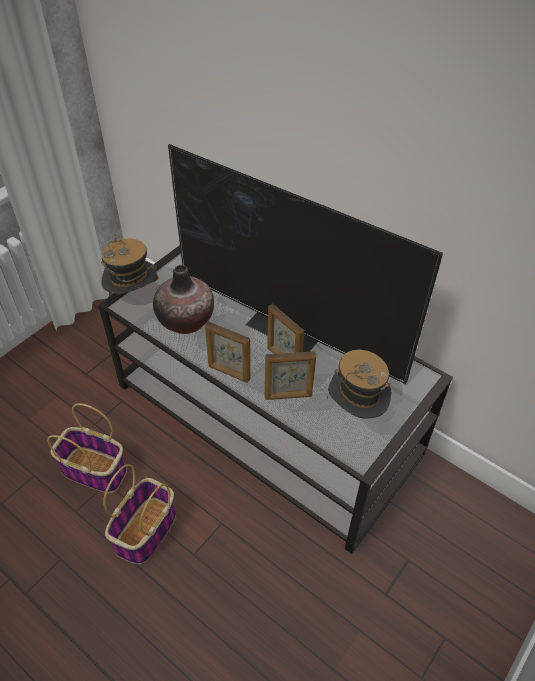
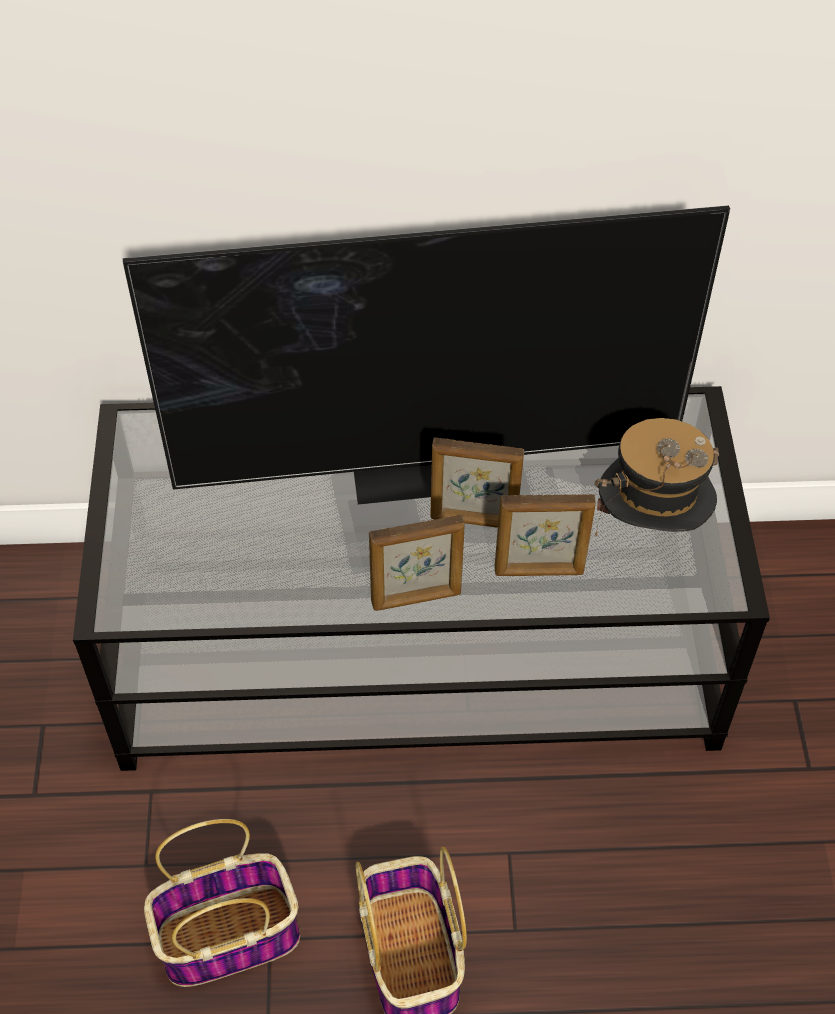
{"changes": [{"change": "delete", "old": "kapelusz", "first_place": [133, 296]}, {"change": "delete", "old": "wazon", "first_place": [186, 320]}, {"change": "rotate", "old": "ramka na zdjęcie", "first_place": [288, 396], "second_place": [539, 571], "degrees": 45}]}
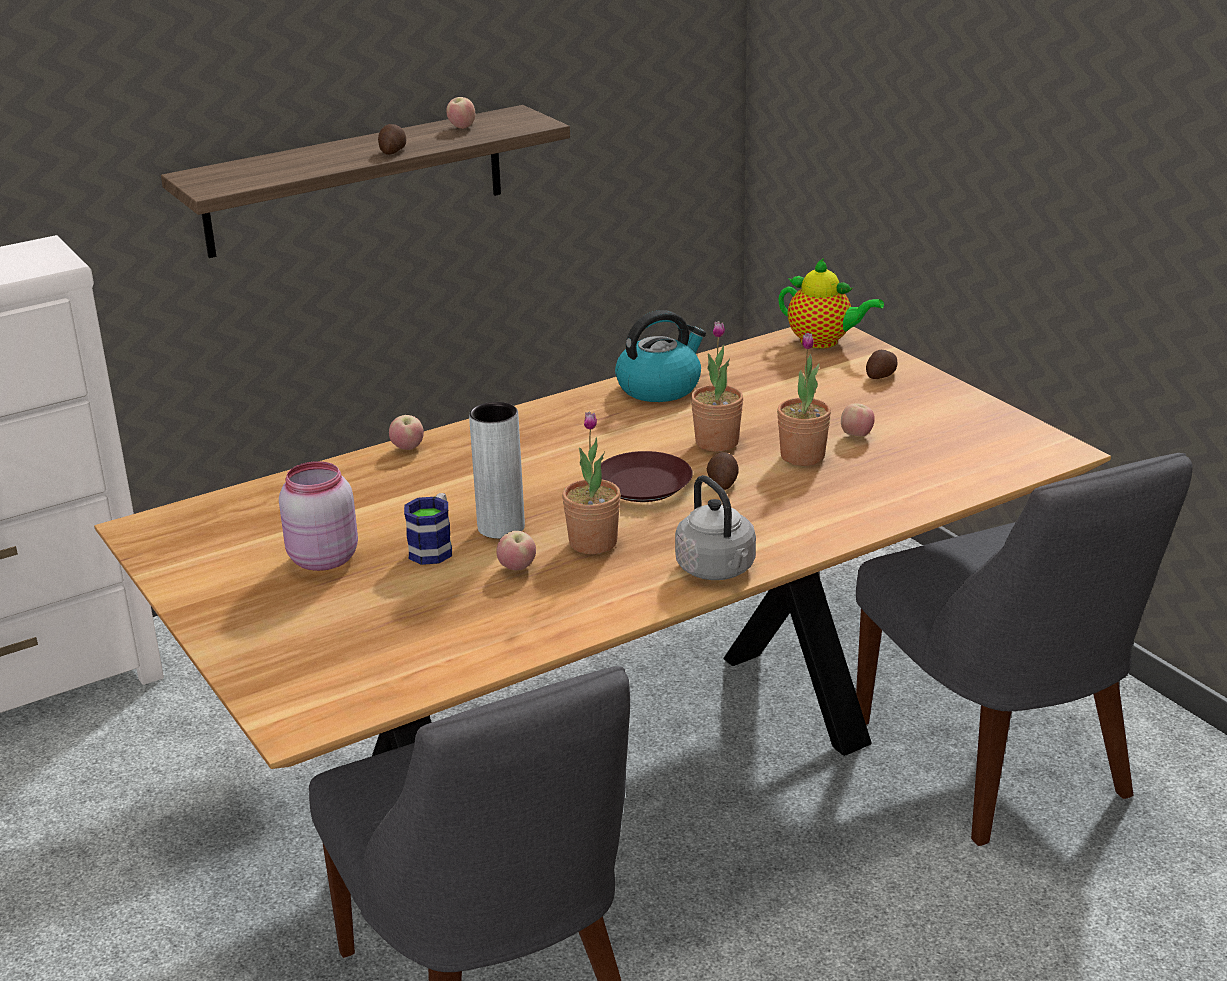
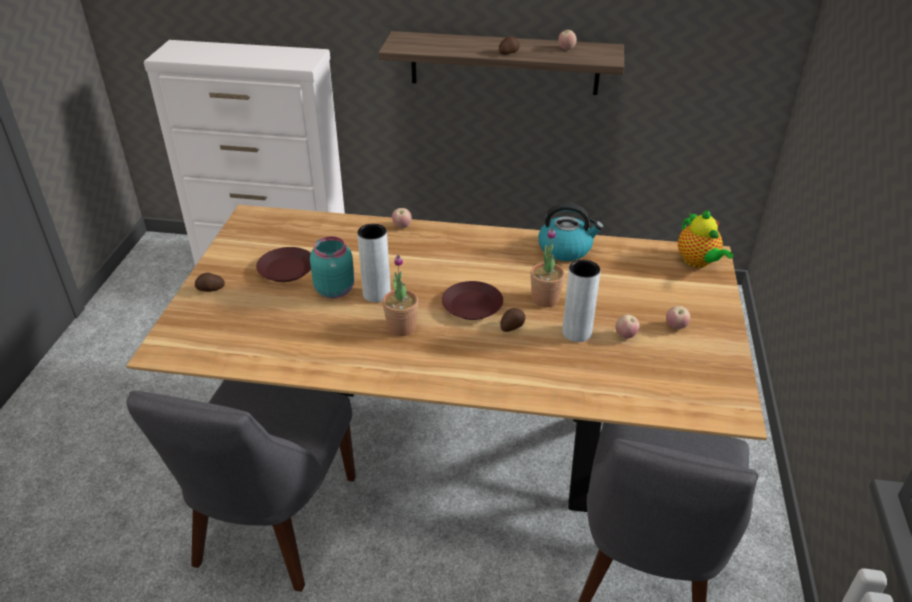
{"changes": [{"change": "replace", "old": "roślina doniczkowa", "new": "wazon [szary]", "first_place": [802, 456], "second_place": [576, 333]}, {"change": "move", "old": "ziemniak", "first_place": [882, 376], "second_place": [210, 289]}, {"change": "replace", "old": "słoik [różowy]", "new": "talerz [brązowy]", "first_place": [321, 559], "second_place": [286, 269]}, {"change": "delete", "old": "czajnik [szary]", "first_place": [718, 570]}, {"change": "replace", "old": "kubek", "new": "słoik [turkusowy]", "first_place": [434, 547], "second_place": [335, 289]}, {"change": "move", "old": "jabłko", "first_place": [517, 568], "second_place": [676, 326]}]}
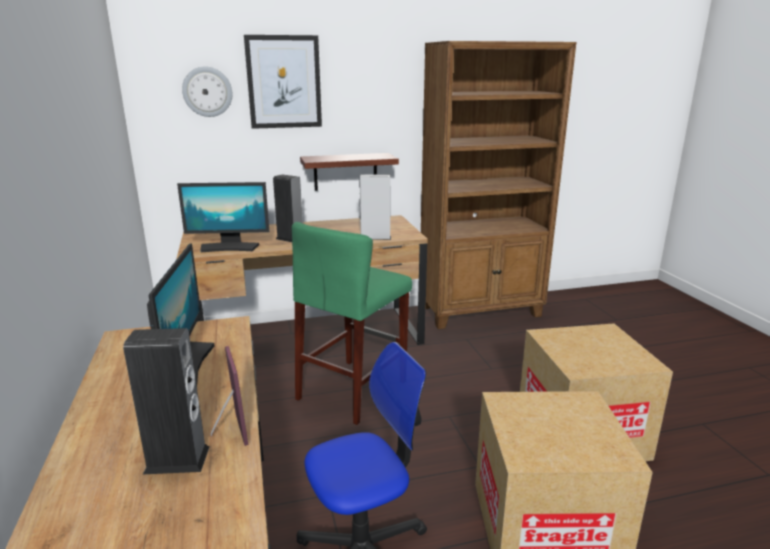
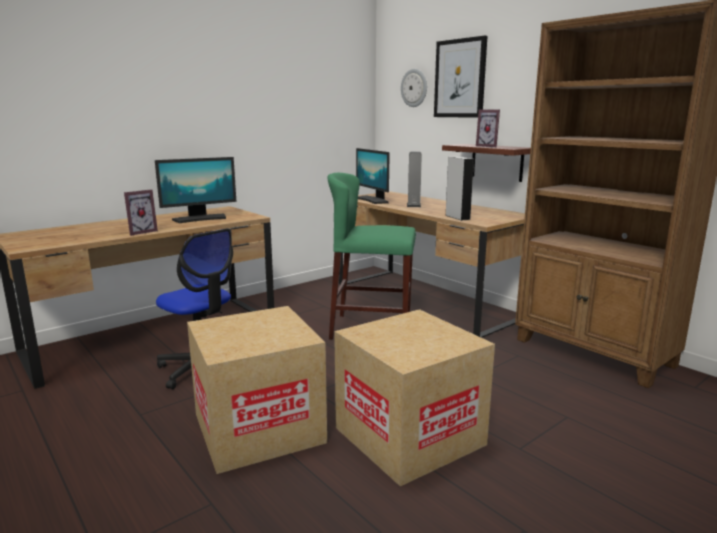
{"changes": [{"change": "delete", "old": "głośnik", "first_place": [177, 460]}, {"change": "insert", "new": "ramka na zdjęcie", "second_place": [489, 146]}]}
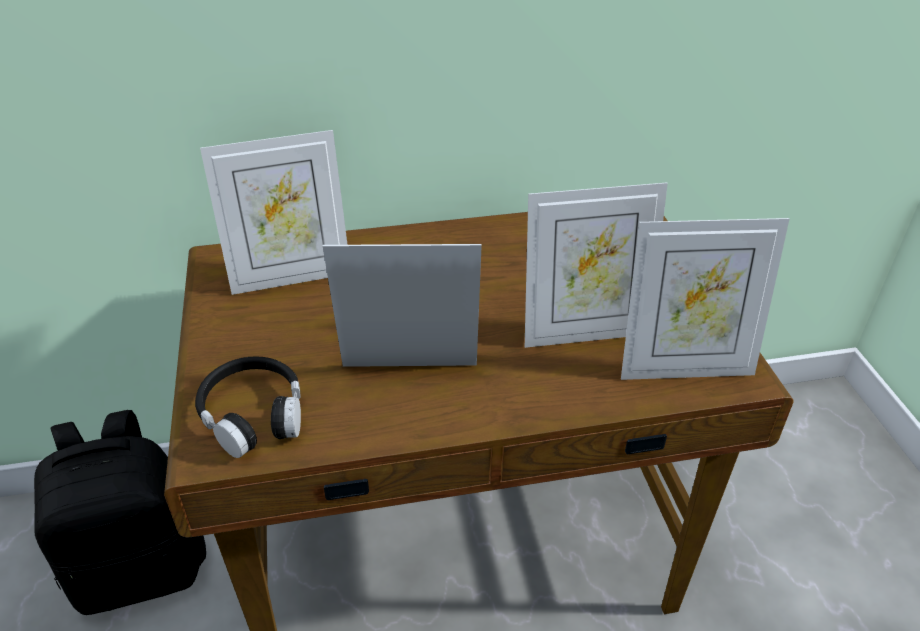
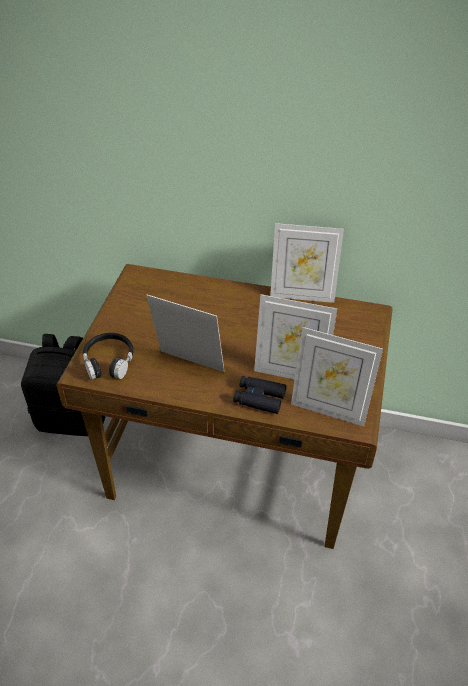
{"changes": [{"change": "move", "old": "ramka na zdjęcie", "first_place": [290, 276], "second_place": [302, 295]}, {"change": "insert", "new": "lornetka [czarny]", "second_place": [259, 398]}]}
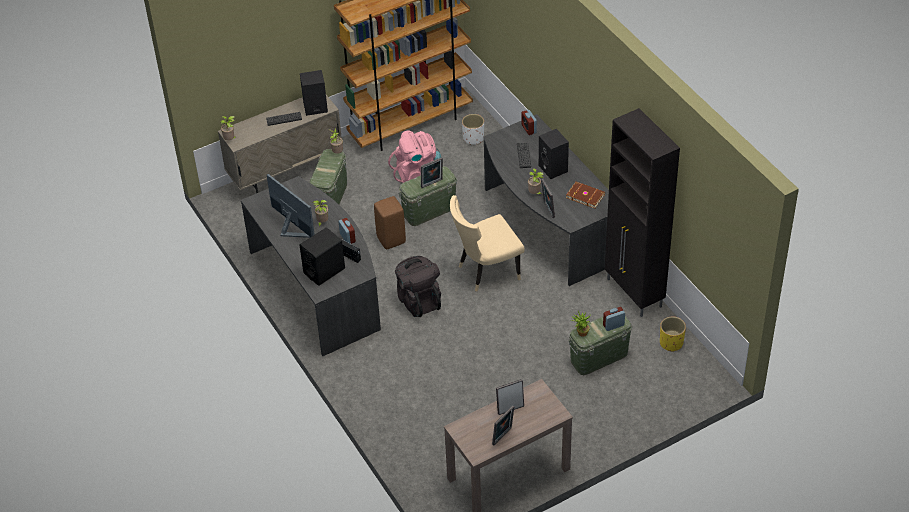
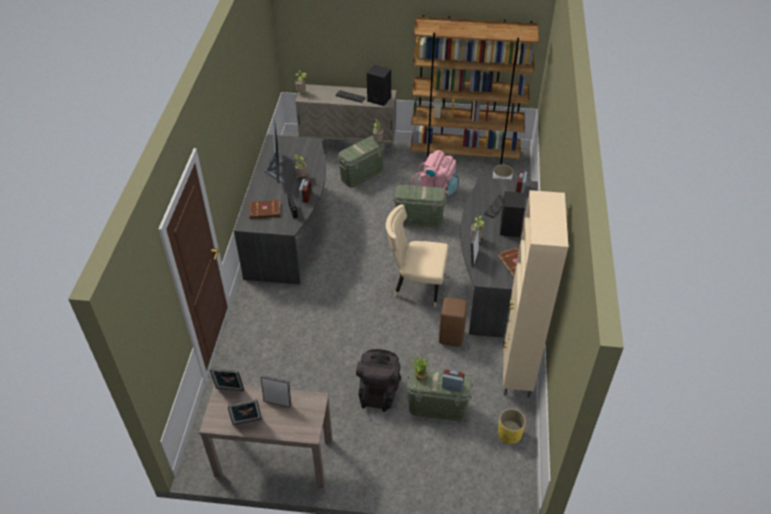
{"changes": [{"change": "recolor", "old": "szafka [czarny]", "new": "szafka [beżowy]", "first_place": [634, 293], "second_place": [516, 372]}, {"change": "move", "old": "ramka na zdjęcie", "first_place": [432, 184], "second_place": [229, 390]}, {"change": "move", "old": "stołek [brązowy]", "first_place": [391, 240], "second_place": [451, 338]}, {"change": "replace", "old": "głośnik [czarny]", "new": "książka [brązowy]", "first_place": [324, 271], "second_place": [265, 211]}, {"change": "move", "old": "plecak [czarny]", "first_place": [418, 300], "second_place": [379, 391]}]}
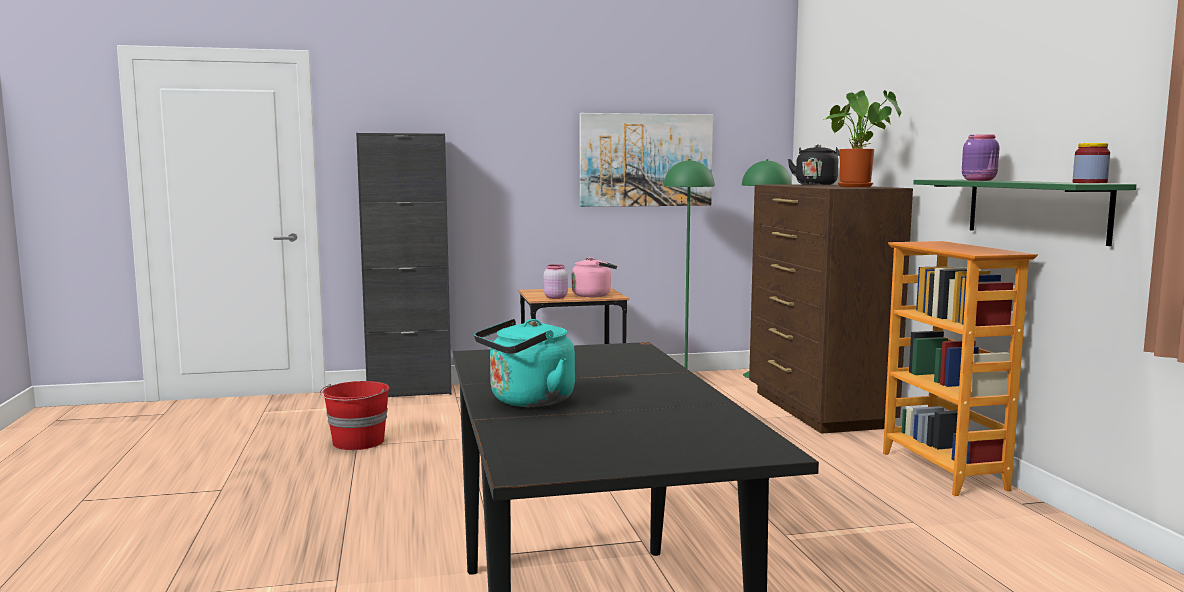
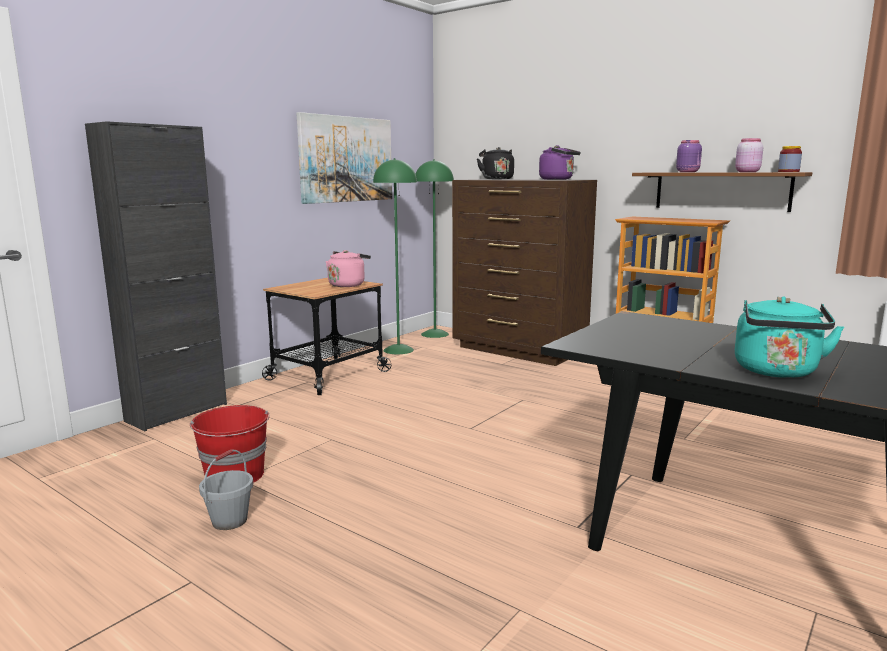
{"changes": [{"change": "replace", "old": "roślina doniczkowa", "new": "czajnik [fioletowy]", "first_place": [858, 187], "second_place": [558, 179]}, {"change": "recolor", "old": "półka [zielony]", "new": "półka [brązowy]", "first_place": [1035, 209], "second_place": [721, 191]}, {"change": "move", "old": "słoik [różowy]", "first_place": [555, 297], "second_place": [746, 172]}, {"change": "insert", "new": "wiadro [szary]", "second_place": [229, 520]}]}
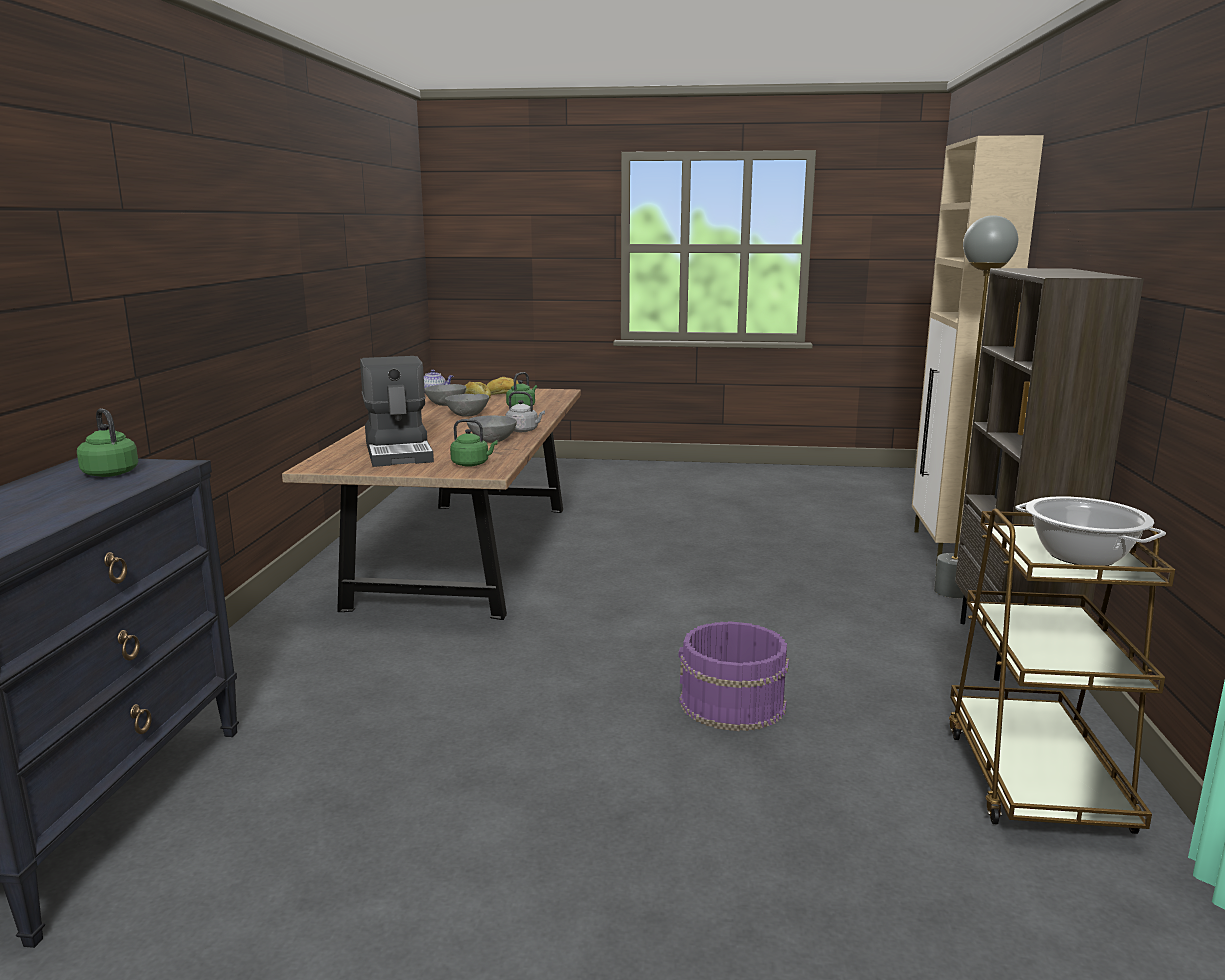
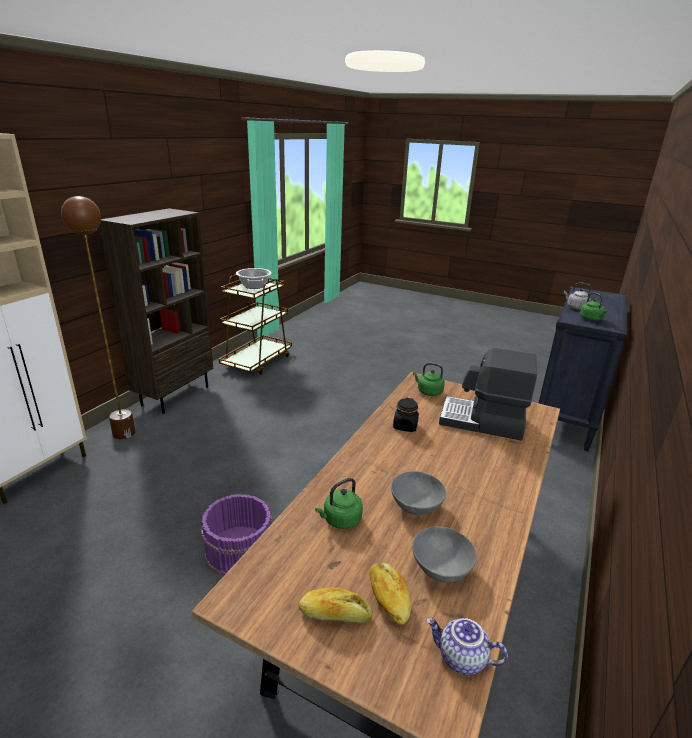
{"changes": [{"change": "recolor", "old": "lampa stojąca [szary]", "new": "lampa stojąca [brązowy]", "first_place": [951, 592], "second_place": [124, 433]}, {"change": "rotate", "old": "ekspres do kawy", "first_place": [400, 452], "second_place": [482, 421], "degrees": -75}, {"change": "move", "old": "czajnik [szary]", "first_place": [523, 430], "second_place": [575, 307]}, {"change": "replace", "old": "miska [szary]", "new": "słoik [czarny]", "first_place": [492, 440], "second_place": [405, 426]}, {"change": "move", "old": "wiadro [fioletowy]", "first_place": [732, 704], "second_place": [240, 549]}]}
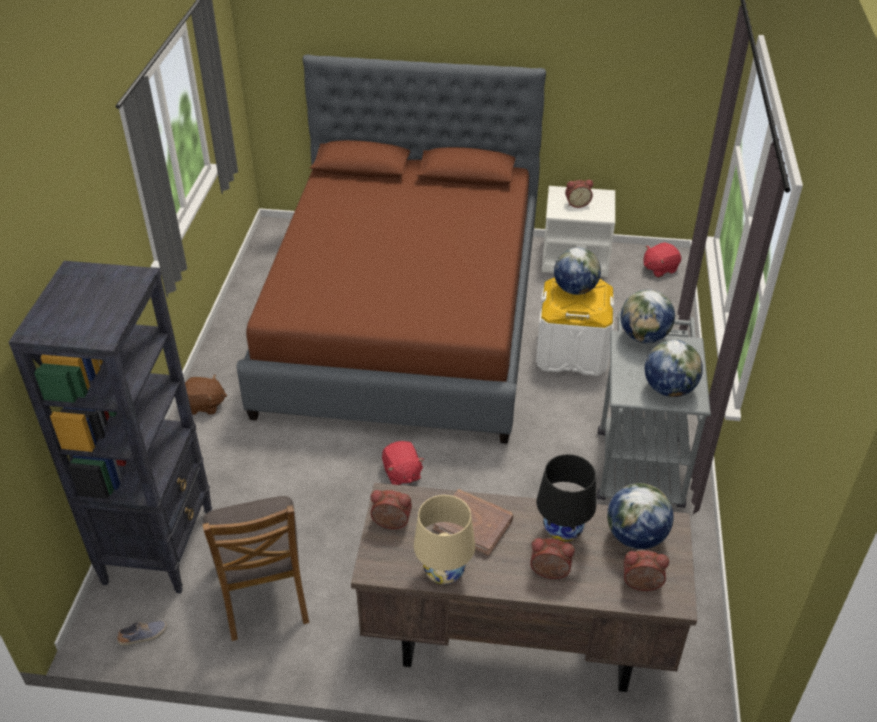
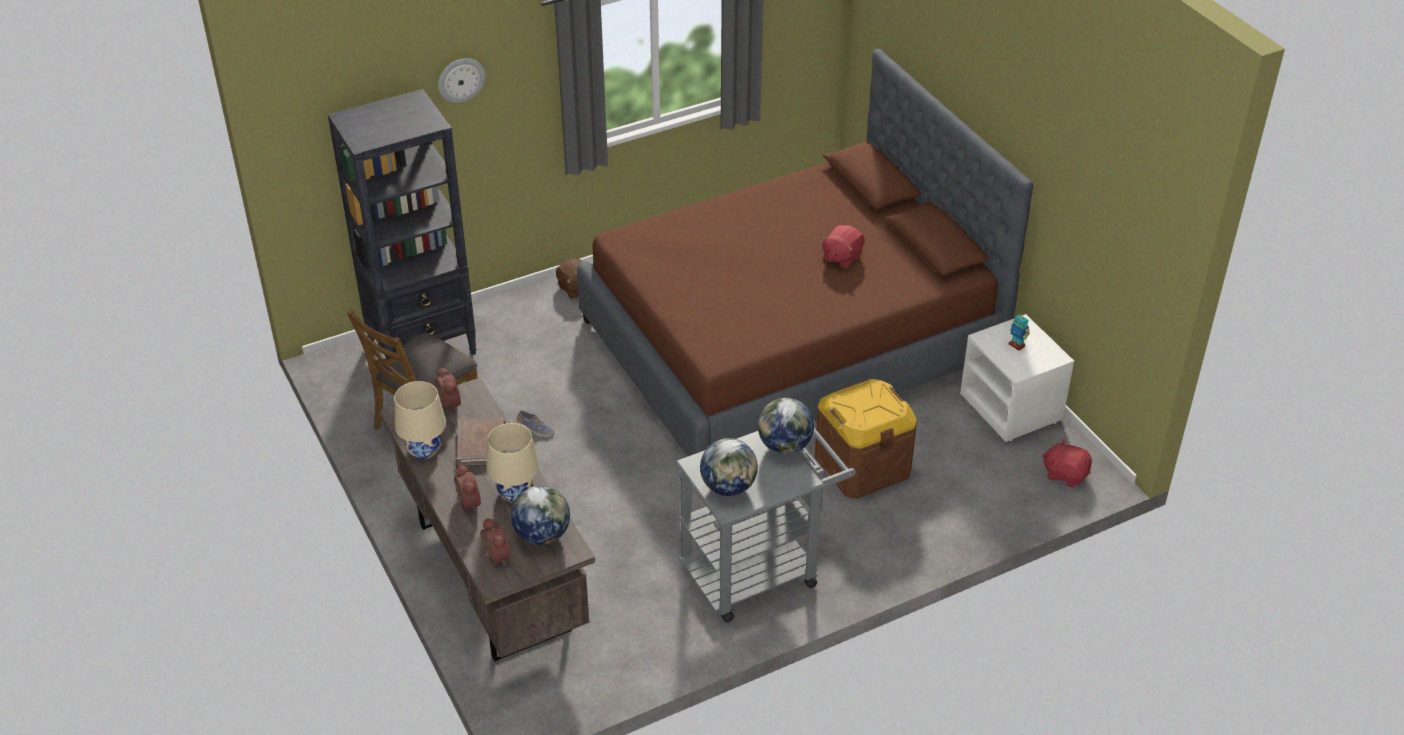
{"changes": [{"change": "replace", "old": "budzik", "new": "robot zabawkowy", "first_place": [577, 203], "second_place": [1016, 345]}, {"change": "delete", "old": "globus", "first_place": [575, 289]}, {"change": "recolor", "old": "pojemnik do przechowywania [biały]", "new": "pojemnik do przechowywania [brązowy]", "first_place": [572, 352], "second_place": [862, 466]}, {"change": "move", "old": "pluszak [czerwony]", "first_place": [402, 473], "second_place": [841, 257]}, {"change": "recolor", "old": "lampa stołowa [czarny]", "new": "lampa stołowa [beżowy]", "first_place": [563, 530], "second_place": [515, 493]}, {"change": "move", "old": "but", "first_place": [143, 636], "second_place": [535, 430]}, {"change": "insert", "new": "zegar ścienny", "second_place": [461, 79]}]}
